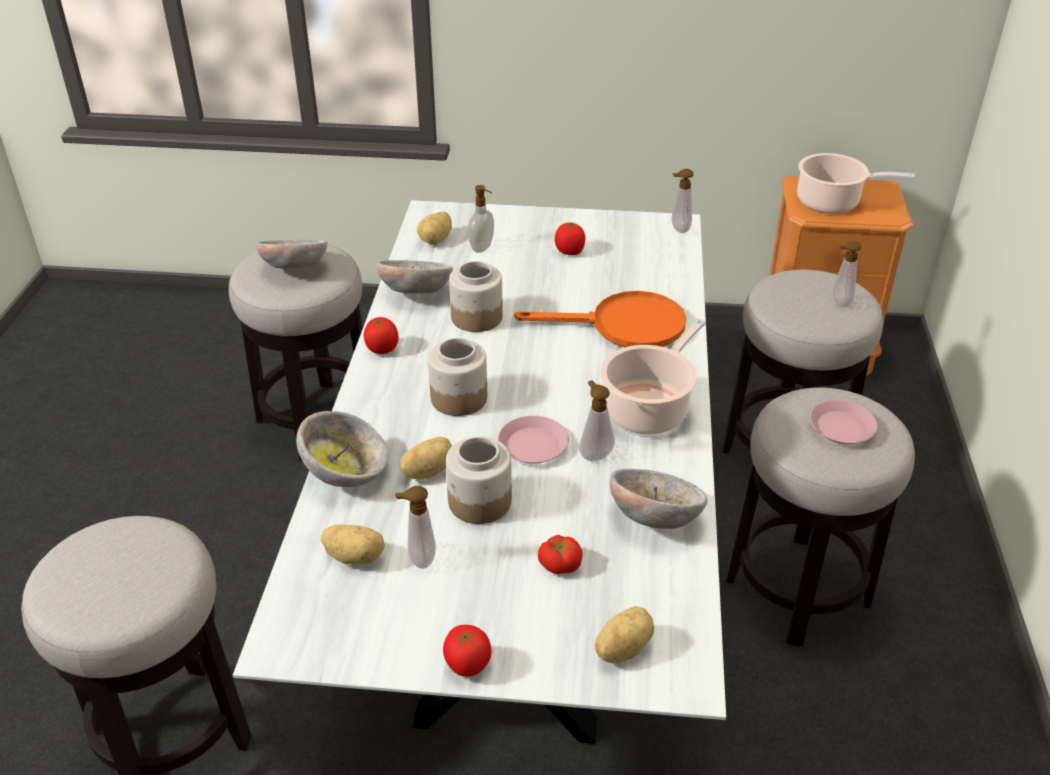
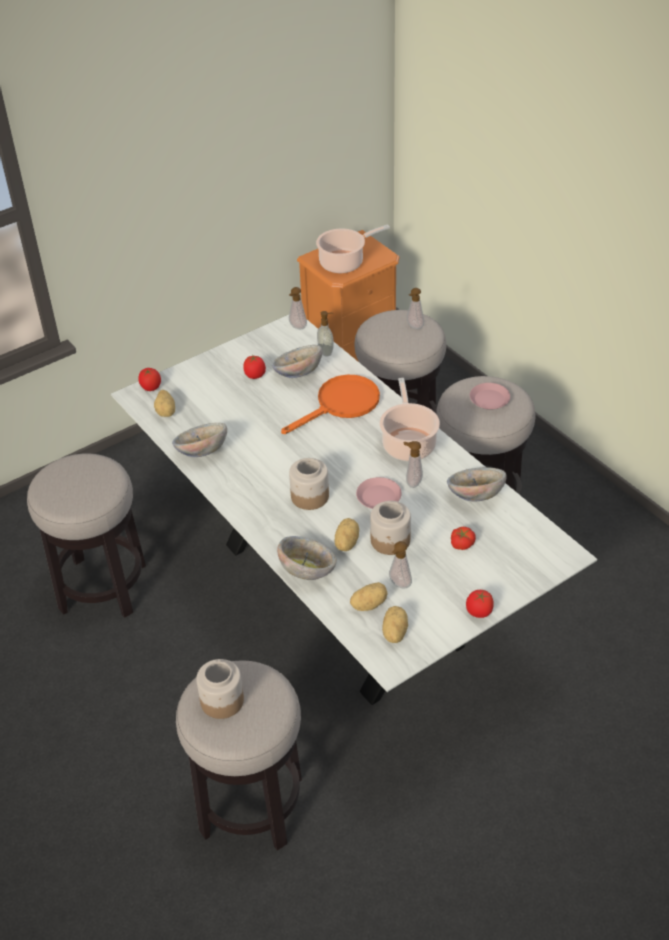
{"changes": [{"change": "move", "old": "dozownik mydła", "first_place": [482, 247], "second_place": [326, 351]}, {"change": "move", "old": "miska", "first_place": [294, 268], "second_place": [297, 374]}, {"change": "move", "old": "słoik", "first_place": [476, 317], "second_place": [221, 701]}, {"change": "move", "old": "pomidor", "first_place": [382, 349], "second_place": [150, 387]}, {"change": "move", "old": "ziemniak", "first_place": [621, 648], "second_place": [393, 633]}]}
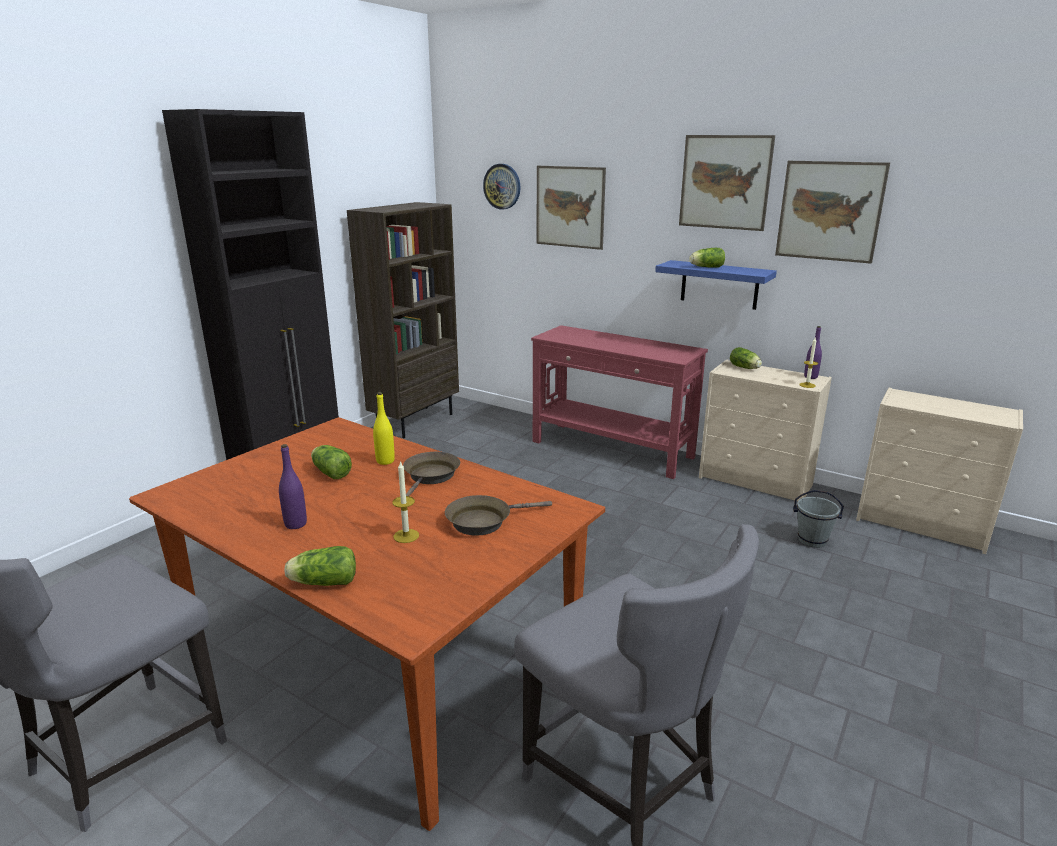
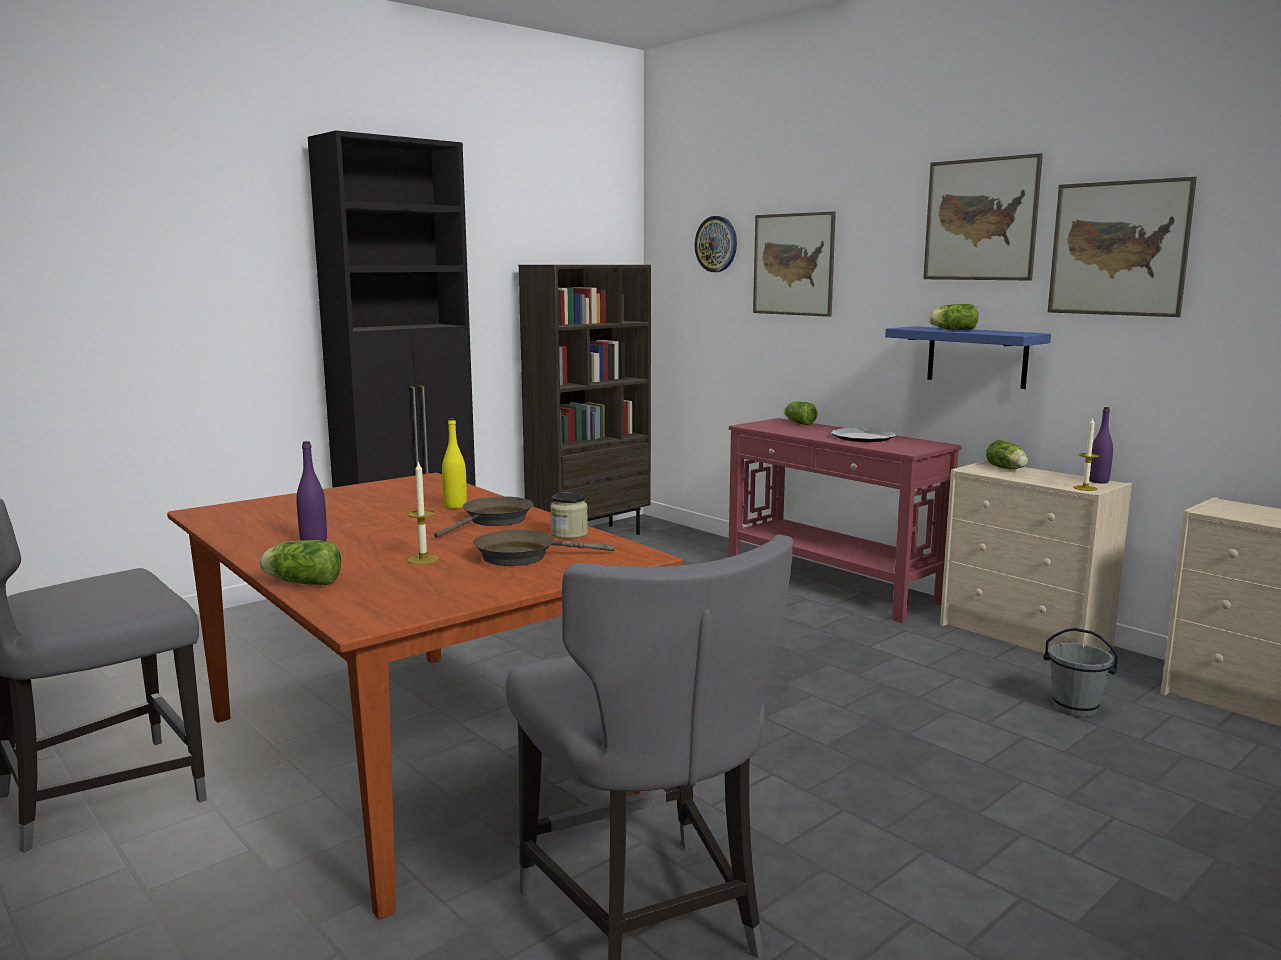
{"changes": [{"change": "move", "old": "sałata", "first_place": [330, 472], "second_place": [798, 423]}, {"change": "insert", "new": "talerz", "second_place": [862, 437]}, {"change": "insert", "new": "słoik", "second_place": [569, 534]}]}
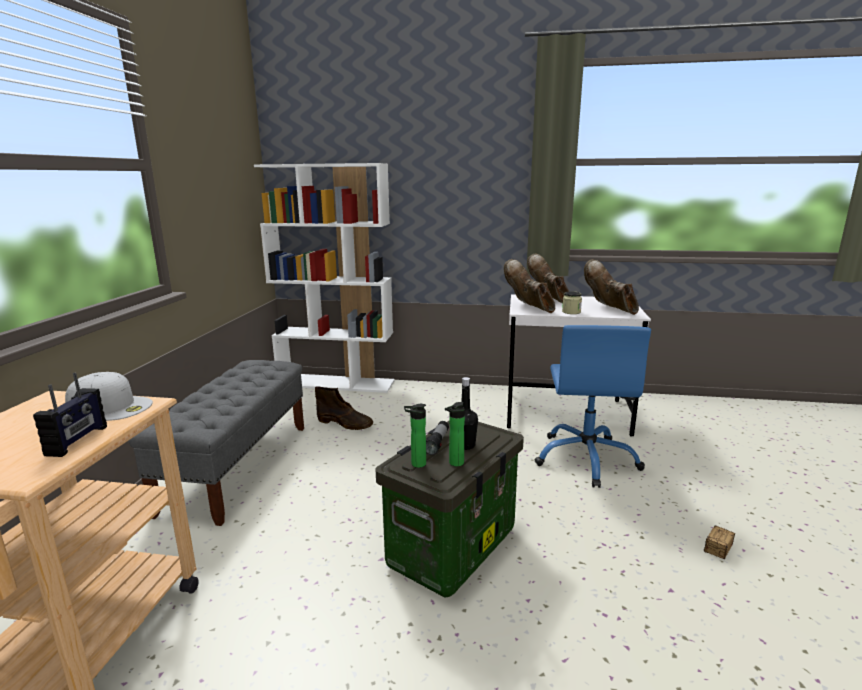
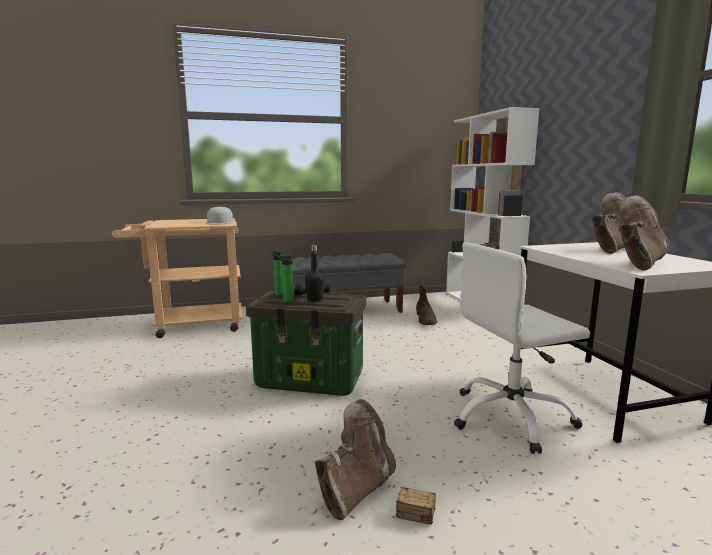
{"changes": [{"change": "move", "old": "but z cholewką [brązowy]", "first_place": [529, 308], "second_place": [356, 489]}, {"change": "delete", "old": "słoik", "first_place": [571, 312]}, {"change": "recolor", "old": "krzesło biurowe [niebieski]", "new": "krzesło biurowe [biały]", "first_place": [586, 458], "second_place": [511, 417]}, {"change": "delete", "old": "radio", "first_place": [78, 440]}]}
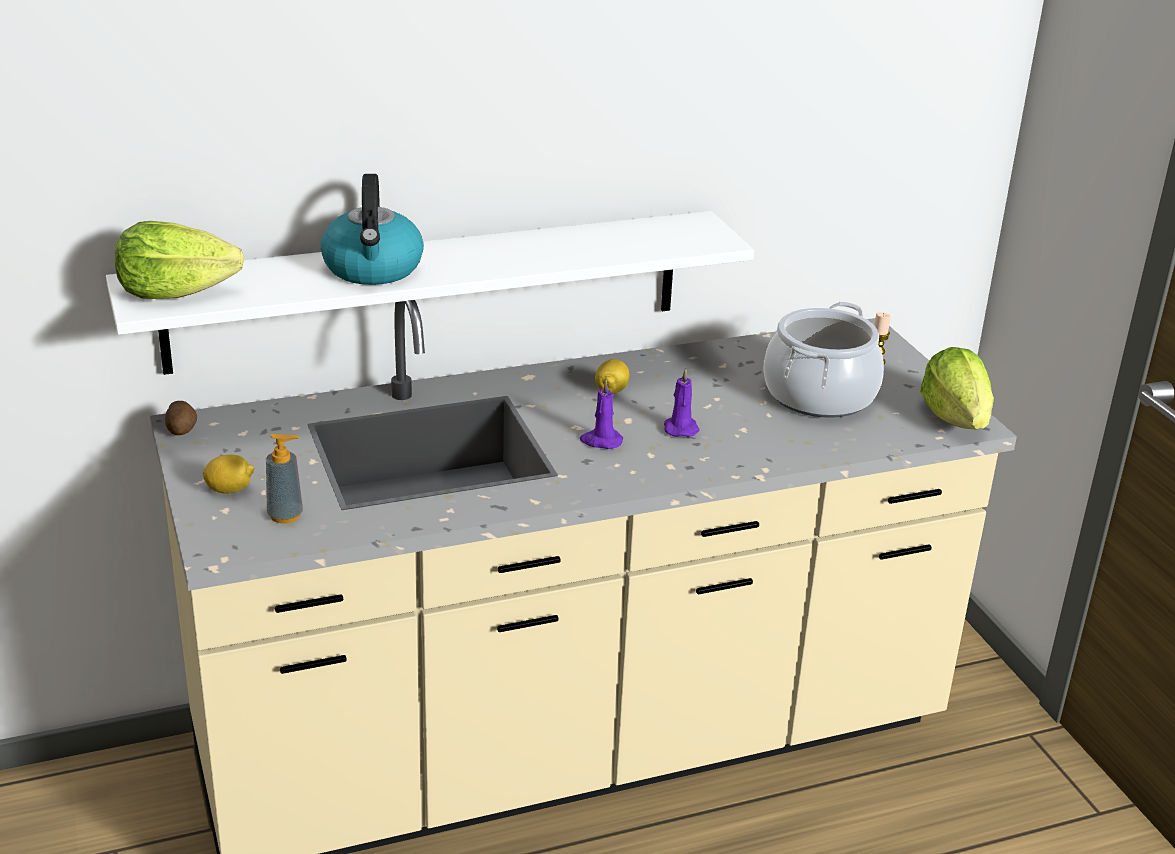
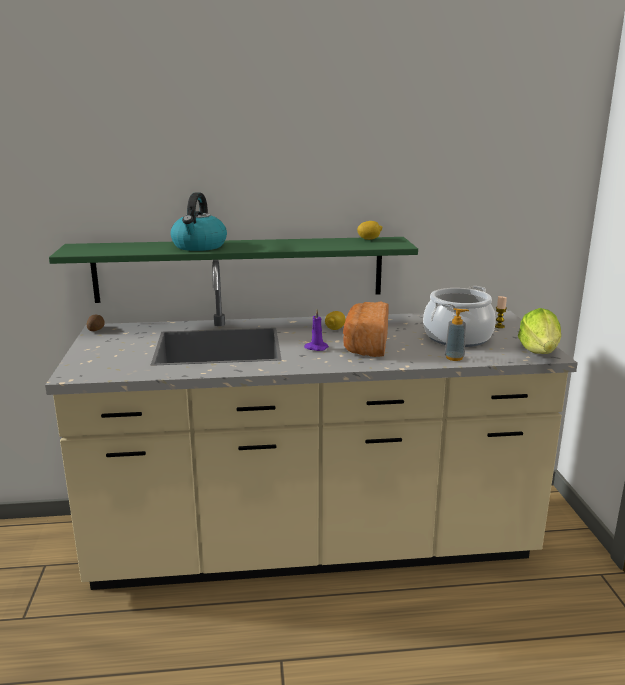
{"changes": [{"change": "recolor", "old": "półka [biały]", "new": "półka [zielony]", "first_place": [428, 290], "second_place": [239, 269]}, {"change": "delete", "old": "sałata", "first_place": [175, 293]}, {"change": "replace", "old": "świeca [fioletowy]", "new": "chleb", "first_place": [680, 428], "second_place": [365, 345]}, {"change": "move", "old": "dozownik mydła", "first_place": [285, 515], "second_place": [454, 358]}, {"change": "move", "old": "cytryna", "first_place": [230, 489], "second_place": [369, 239]}]}
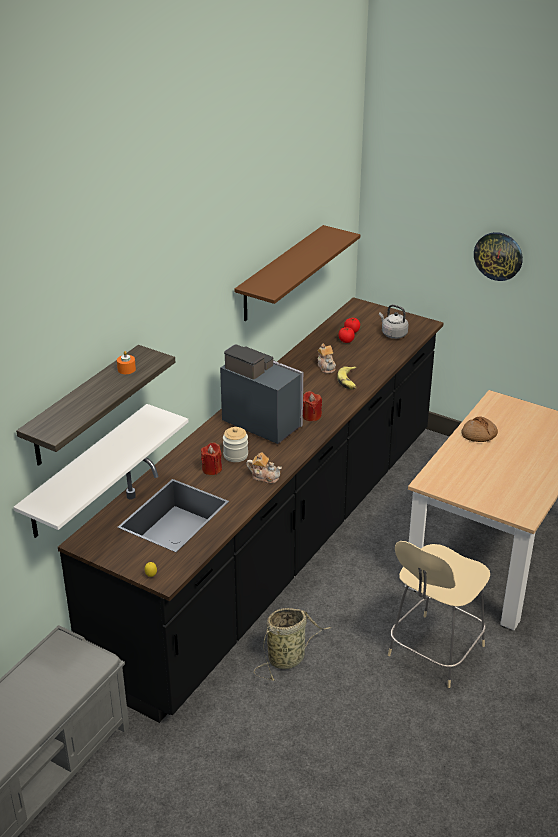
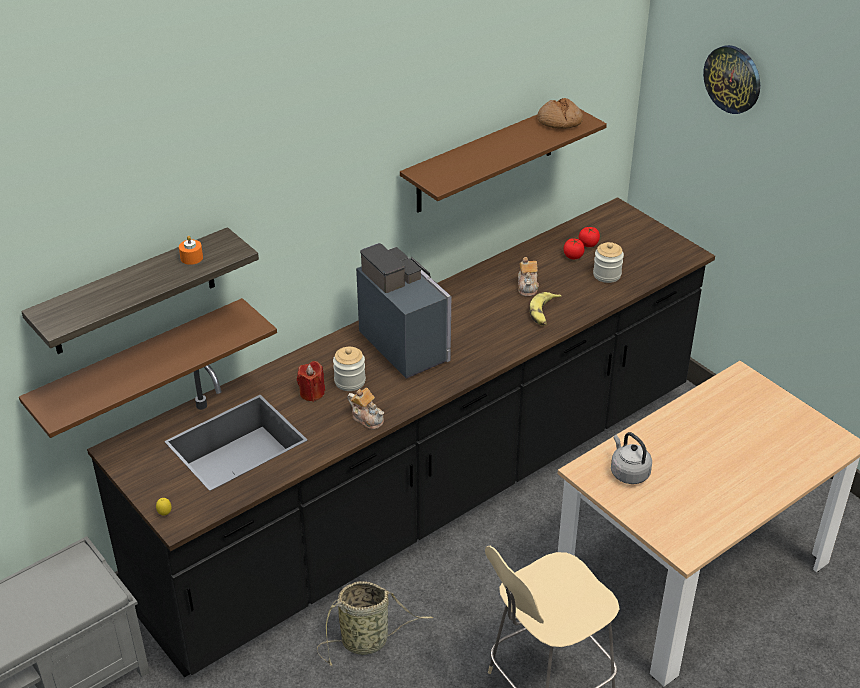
{"changes": [{"change": "move", "old": "zegar ścienny", "first_place": [498, 256], "second_place": [733, 79]}, {"change": "move", "old": "czajnik [szary]", "first_place": [393, 334], "second_place": [628, 472]}, {"change": "delete", "old": "świeca [czerwony]", "first_place": [311, 416]}, {"change": "recolor", "old": "półka [biały]", "new": "półka [brązowy]", "first_place": [86, 472], "second_place": [139, 368]}, {"change": "move", "old": "chleb", "first_place": [479, 435], "second_place": [559, 121]}, {"change": "insert", "new": "słoik", "second_place": [607, 275]}]}
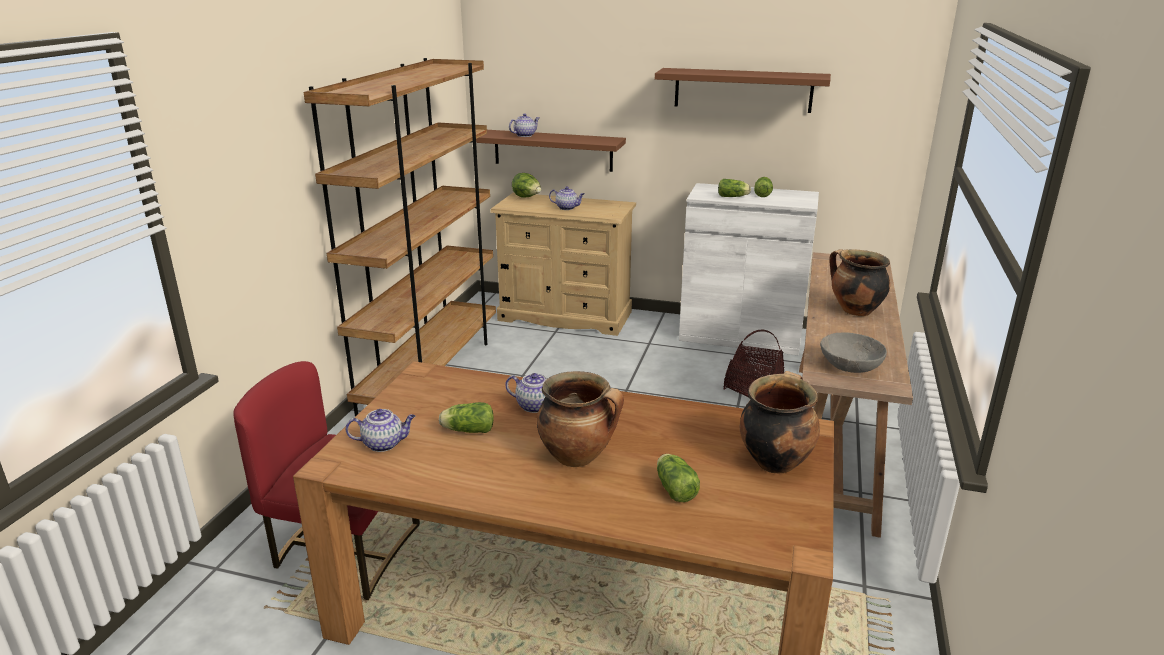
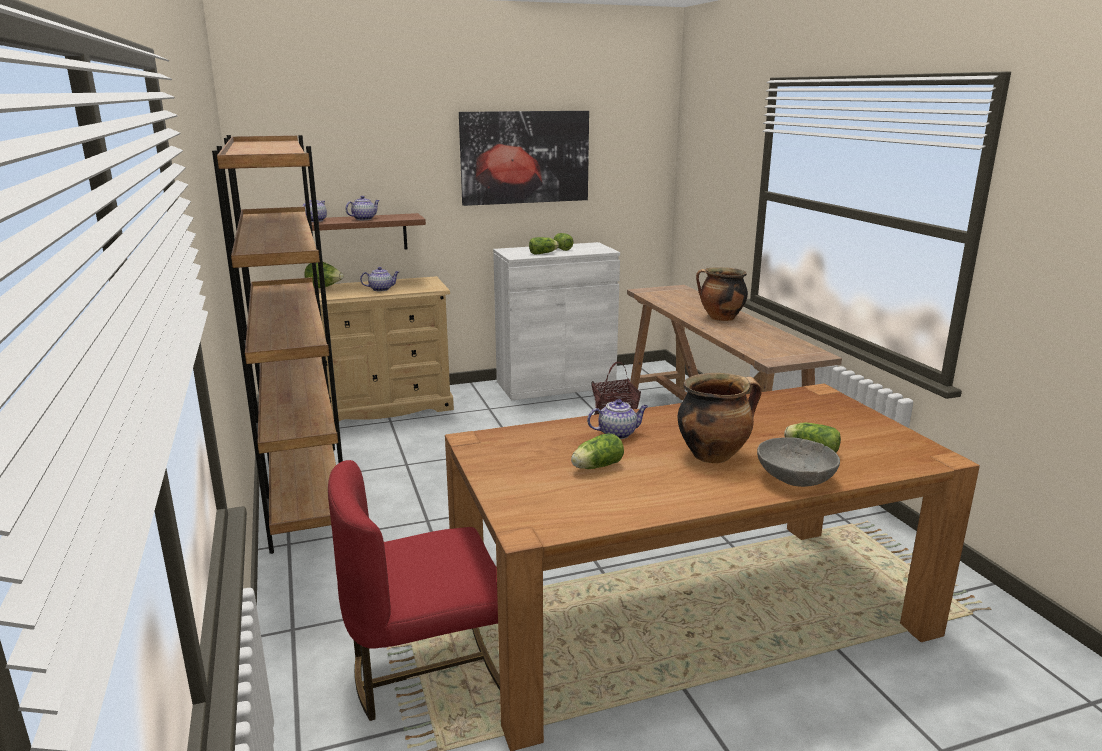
{"changes": [{"change": "replace", "old": "półka [brązowy]", "new": "obraz", "first_place": [743, 90], "second_place": [525, 157]}, {"change": "move", "old": "miska [szary]", "first_place": [850, 366], "second_place": [795, 478]}, {"change": "delete", "old": "garnek", "first_place": [774, 461]}, {"change": "move", "old": "imbryk", "first_place": [384, 444], "second_place": [364, 219]}]}
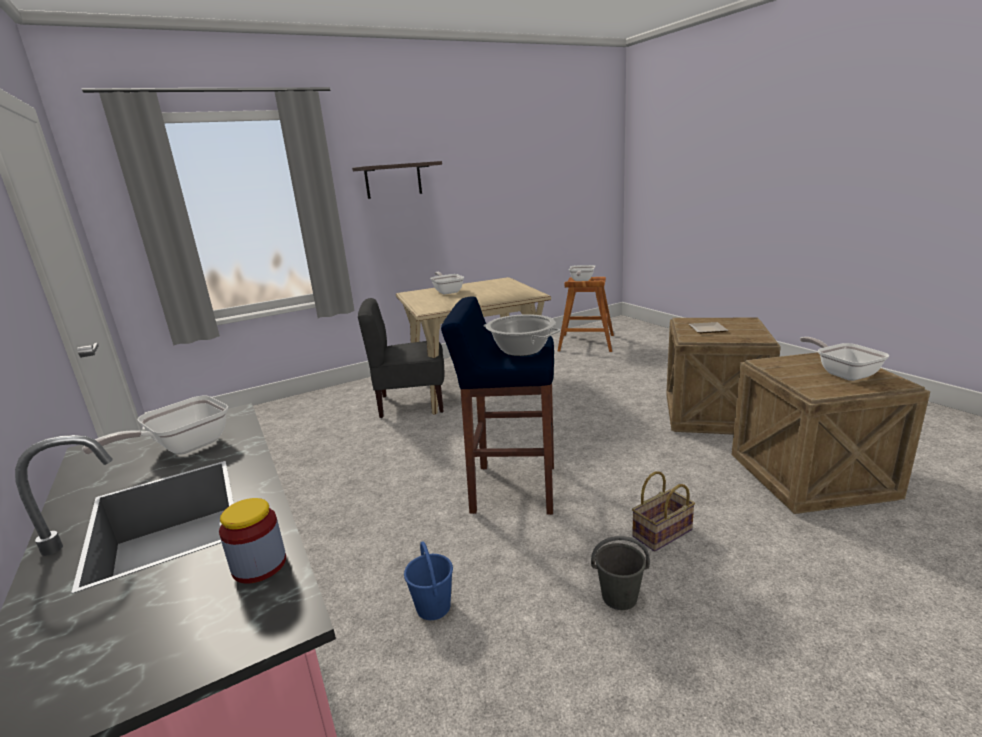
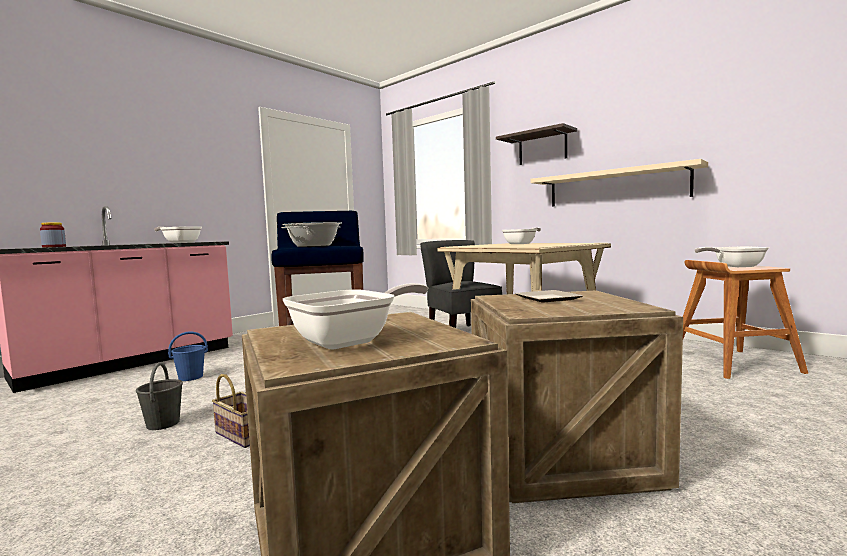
{"changes": [{"change": "insert", "new": "półka [beżowy]", "second_place": [615, 187]}]}
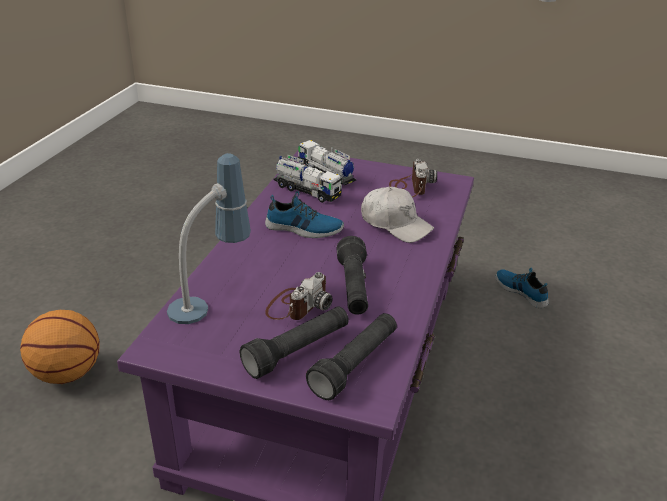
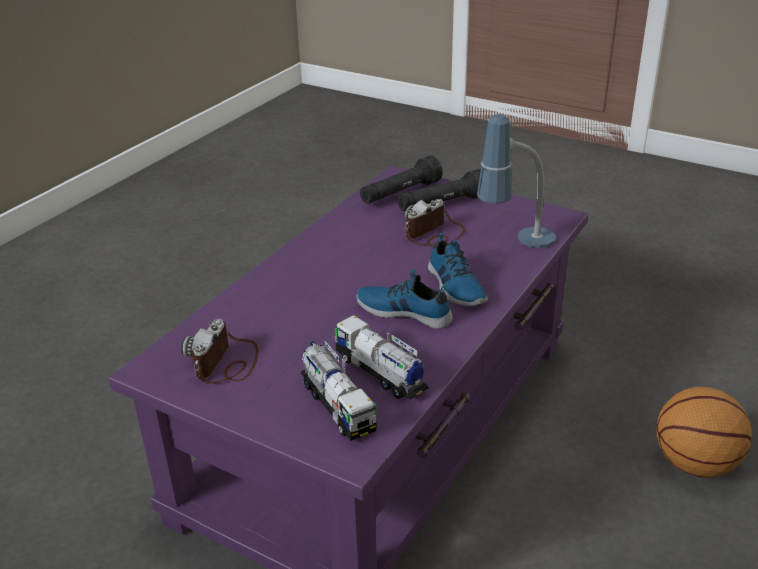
{"changes": [{"change": "delete", "old": "czapka z daszkiem [biały]", "first_place": [395, 224]}, {"change": "delete", "old": "latarka [czarny]", "first_place": [353, 288]}, {"change": "move", "old": "but", "first_place": [521, 291], "second_place": [454, 286]}]}
